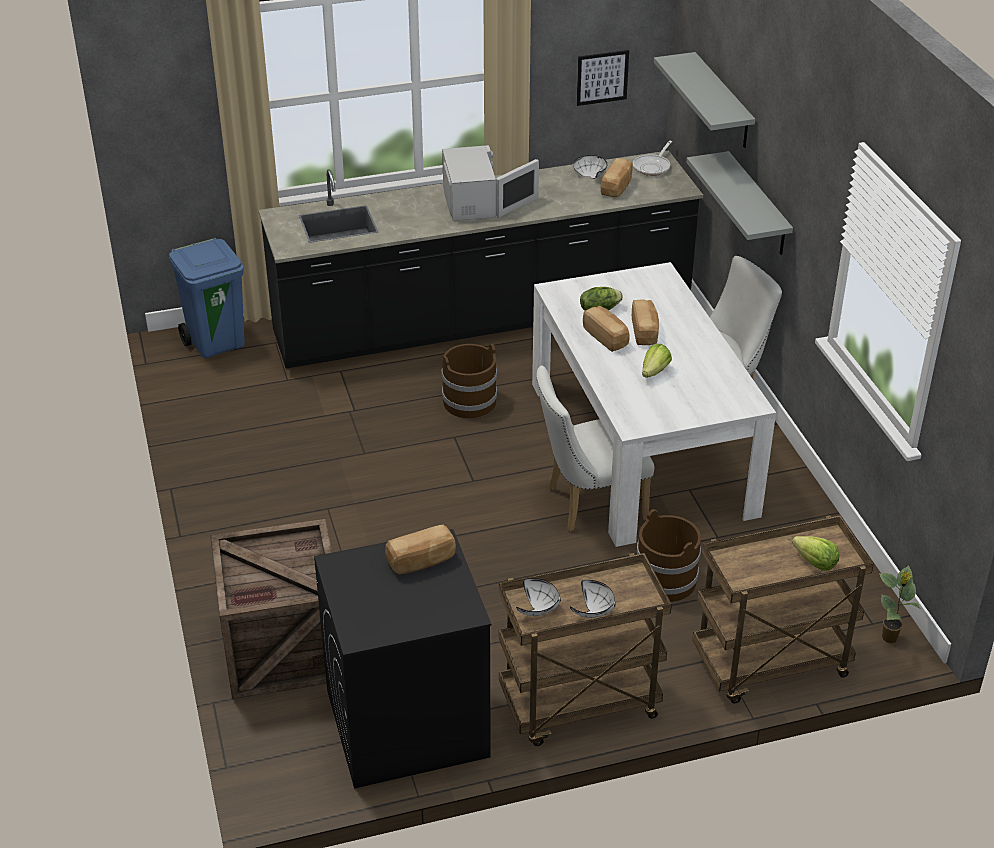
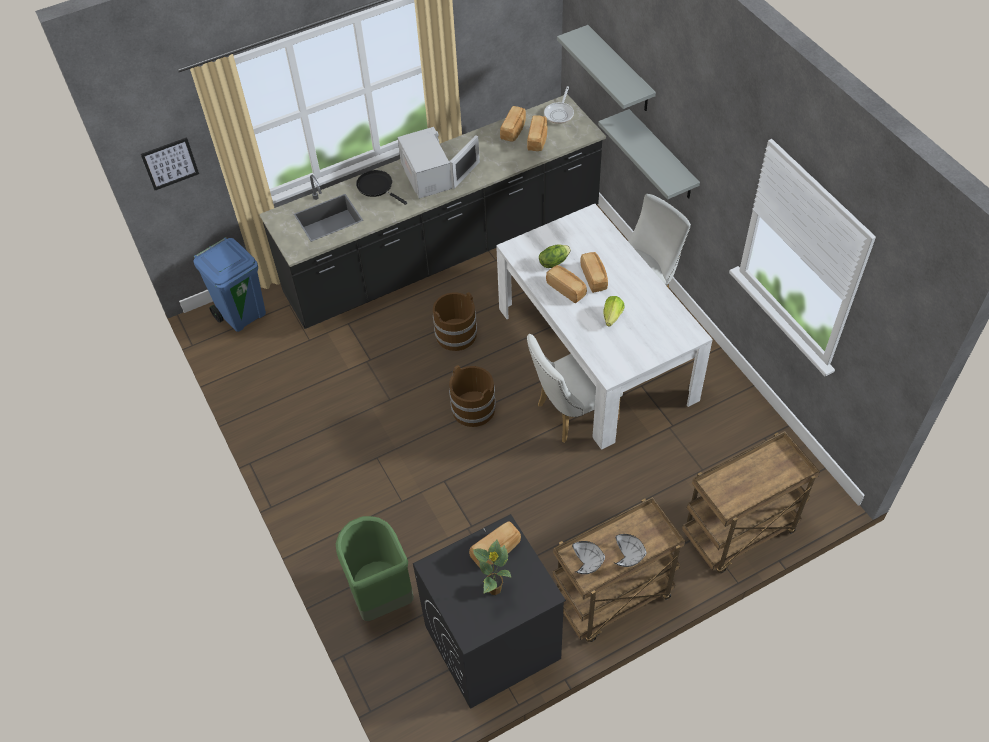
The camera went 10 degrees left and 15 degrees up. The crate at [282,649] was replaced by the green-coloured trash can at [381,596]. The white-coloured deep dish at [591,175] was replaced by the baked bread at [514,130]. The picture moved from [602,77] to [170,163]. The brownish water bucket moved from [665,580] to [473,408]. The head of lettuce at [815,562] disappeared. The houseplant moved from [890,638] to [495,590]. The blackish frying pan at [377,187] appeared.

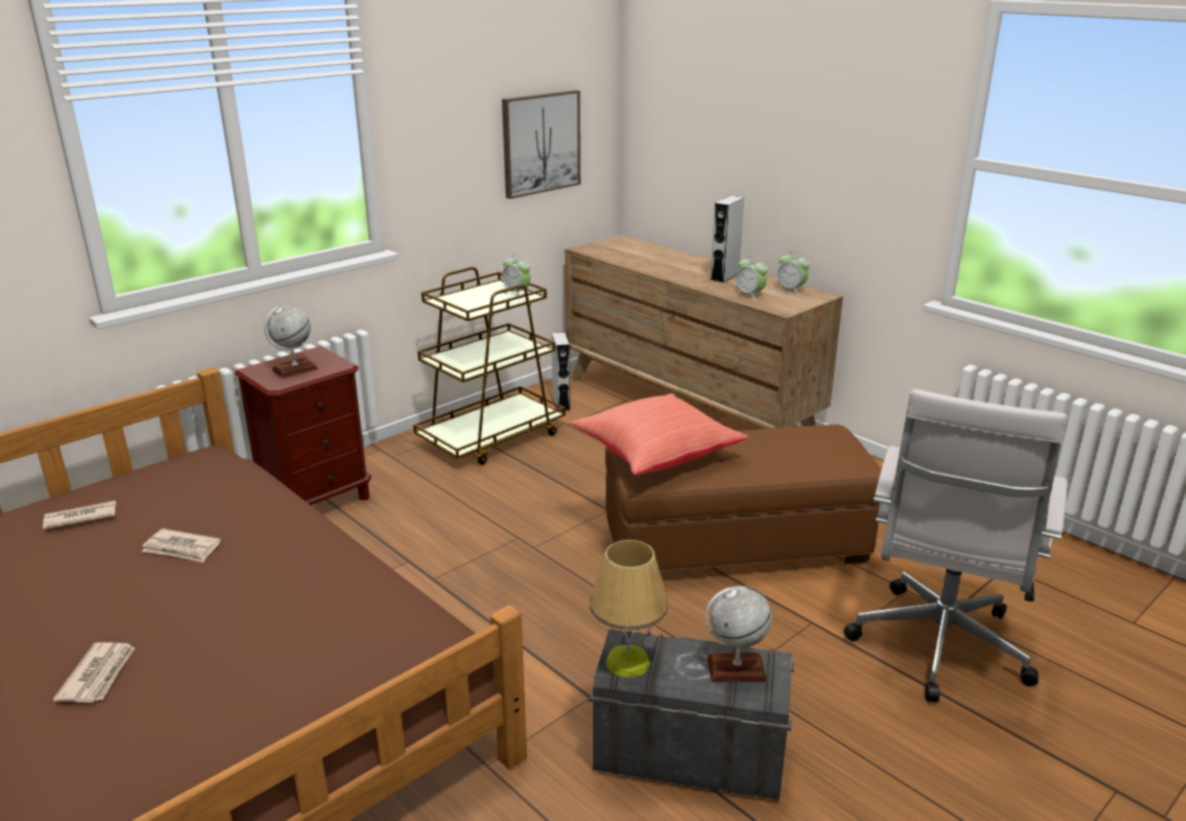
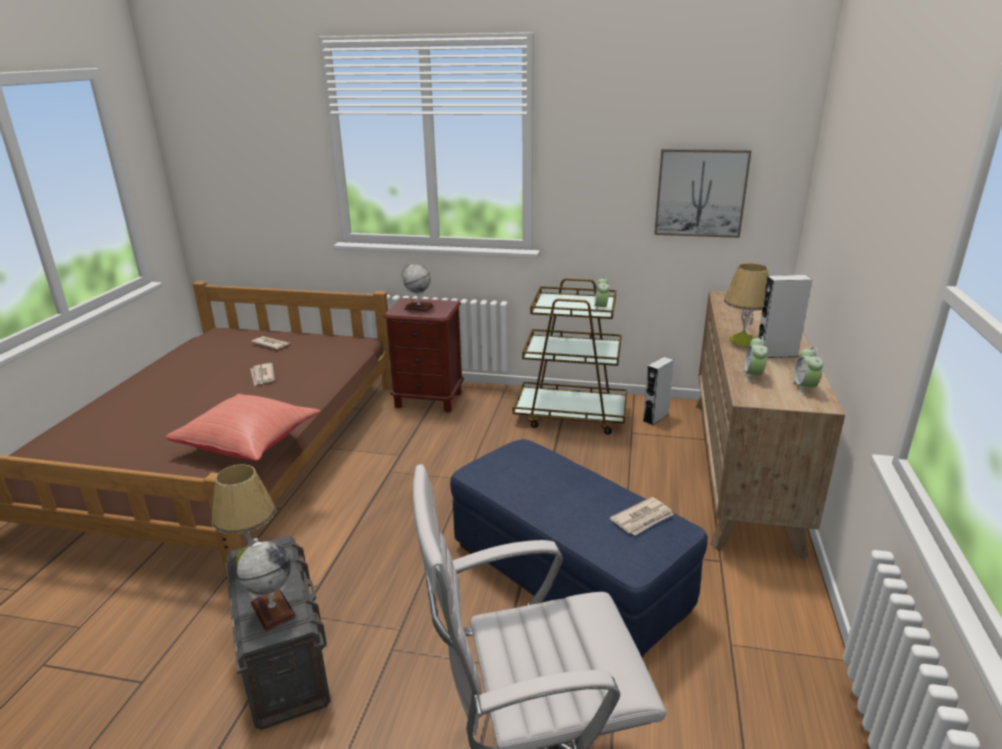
The camera went 55 degrees right and 0 degrees up. The printed paper moved from [99,675] to [643,519]. The red-coloured pillow moved from [655,455] to [250,443]. The brownish footrest at [735,543] became the blue footrest at [568,577]. The lamp for a table at [742,341] appeared.

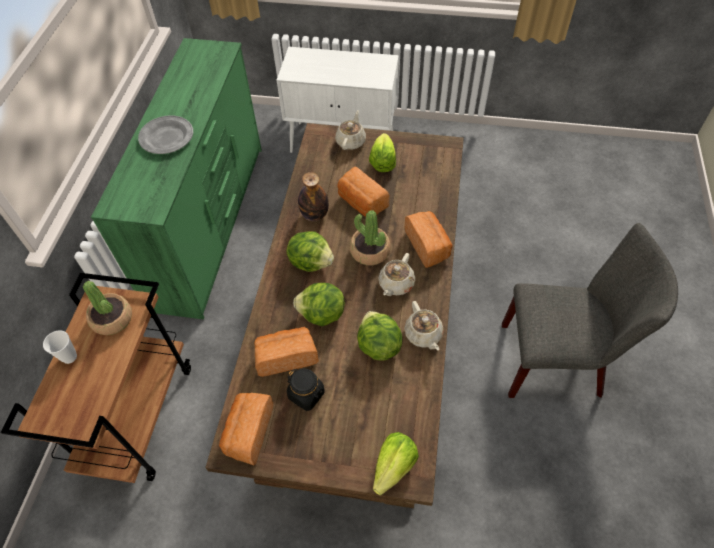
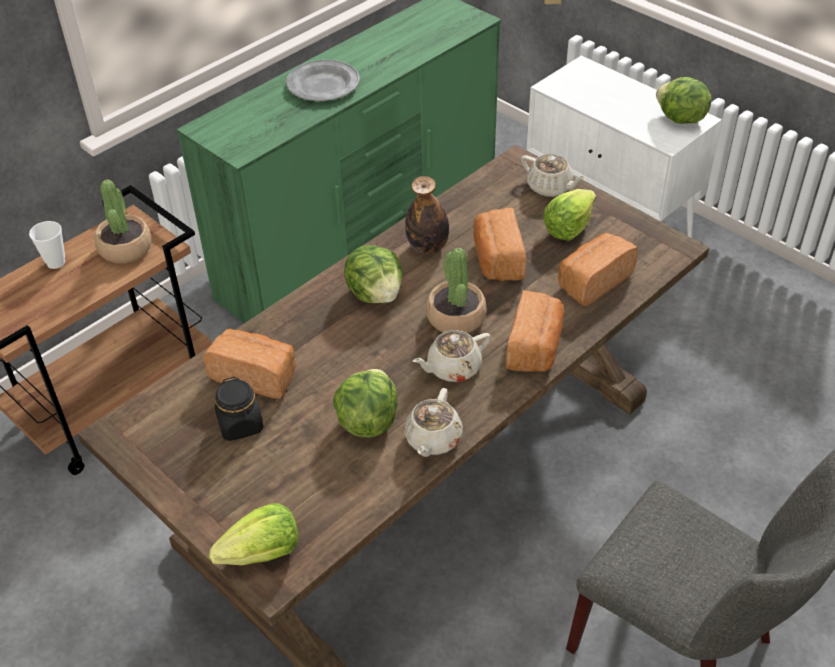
The camera went 35 degrees right and 10 degrees down. The baked bread moved from [248,432] to [592,281]. The head of lettuce moved from [322,314] to [680,119]. The beige teapot at [351,141] turned 75 degrees clockwise.

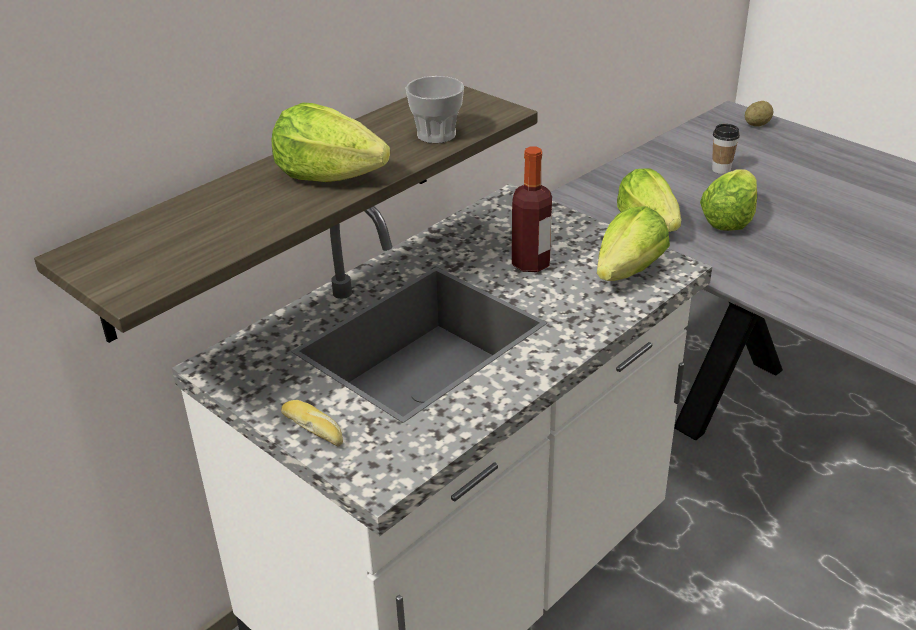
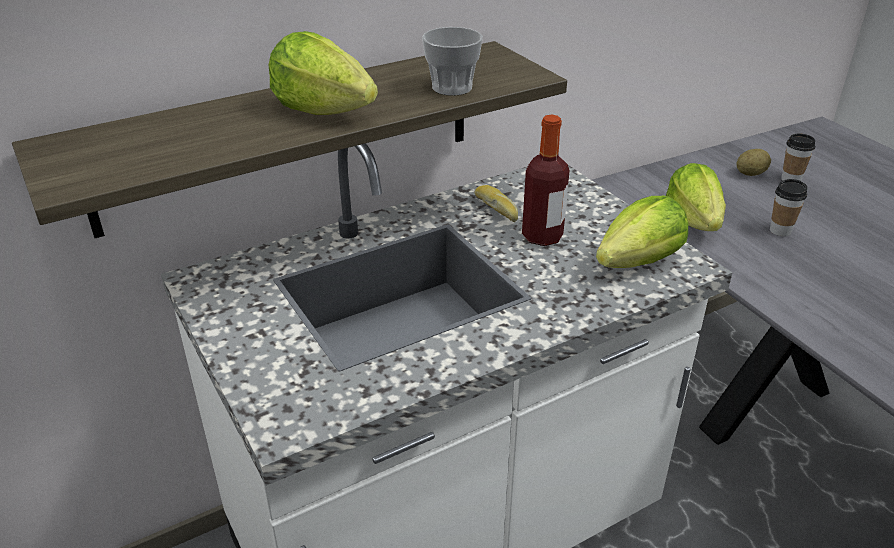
The camera went 15 degrees right and 0 degrees up. The baked bread moved from [314,429] to [497,209]. The head of lettuce at [728,220] was replaced by the drinking cup at [780,231]. The whole potato moved from [757,124] to [750,174].

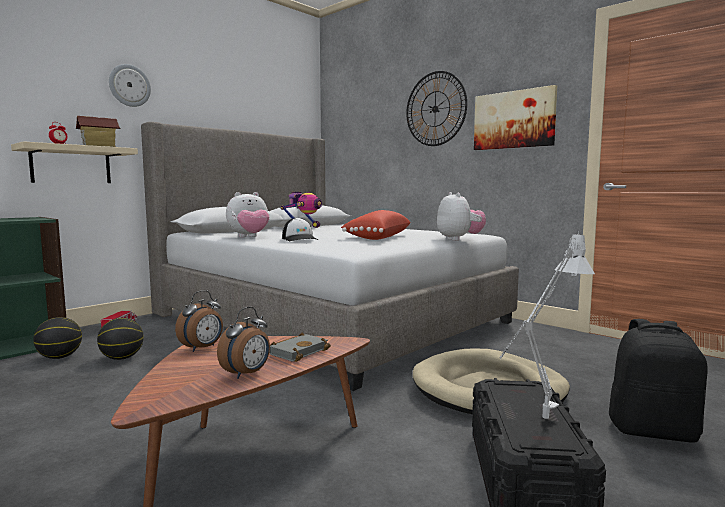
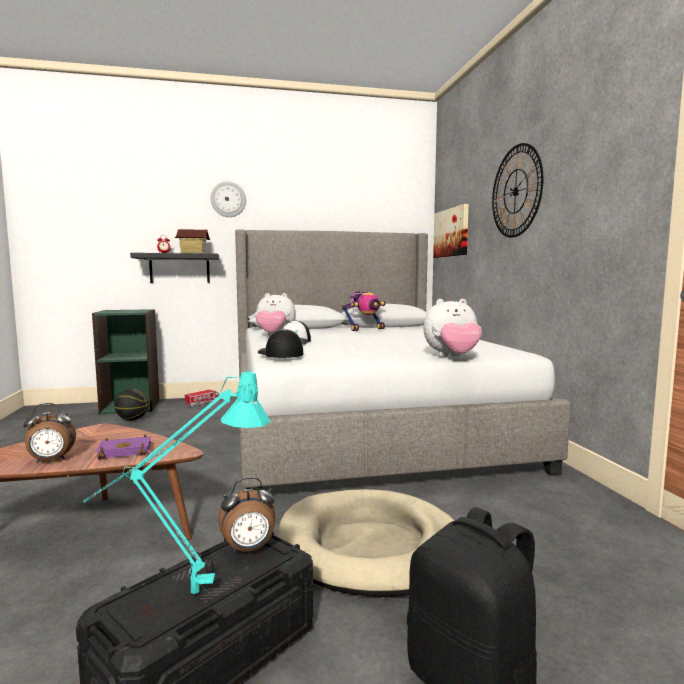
The camera went 35 degrees right and 0 degrees up. The beige bracket shelf at [71,165] became the blackish bracket shelf at [179,268]. The basketball at [122,358] disappeared. The alarm clock moved from [202,348] to [249,549]. The greyish book at [298,351] became the purple-coloured book at [126,451]. The red-coloured pillow at [377,238] disappeared. The soft toy at [459,239] turned 60 degrees clockwise. The picture moved from [514,120] to [451,232]. The greyish lamp for a table at [540,423] became the turquoise-coloured lamp for a table at [182,596]. The cap at [280,354] appeared.

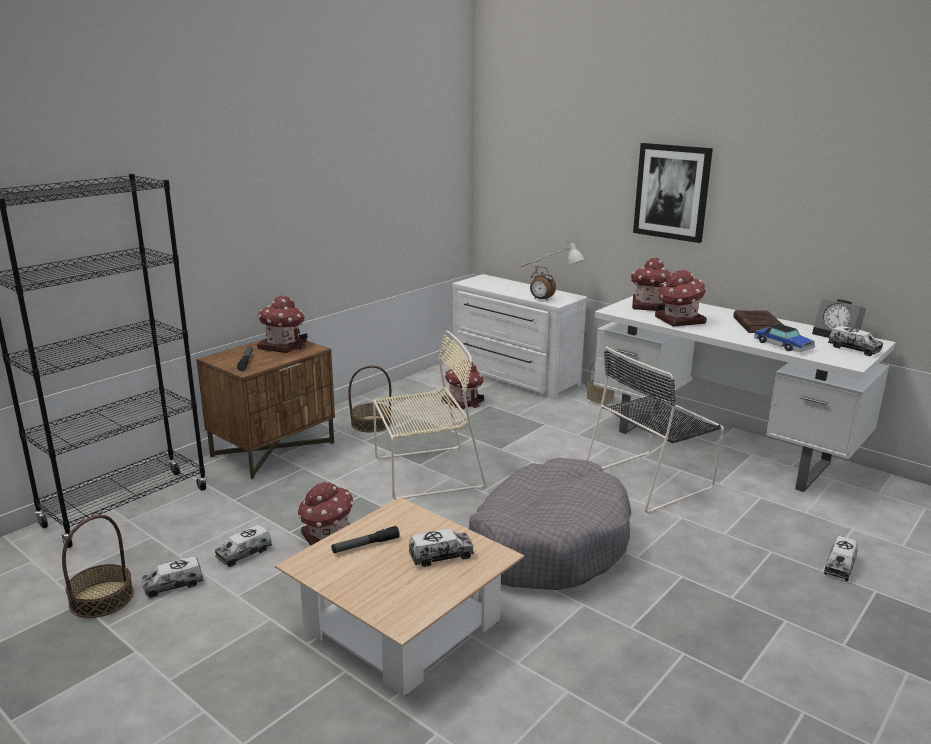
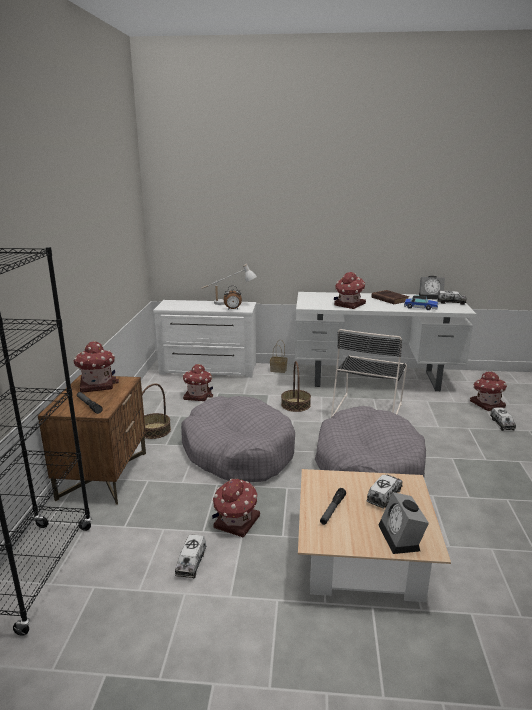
The camera went 35 degrees left and 0 degrees up. The basket moved from [101,598] to [295,405]. The toy lorry at [173,585] disappeared. The beige chair at [424,473] was replaced by the greyish dog bed at [238,452]. The toy house moved from [649,305] to [486,404]. The picture at [672,192] disappeared. The alarm clock at [401,538] appeared.

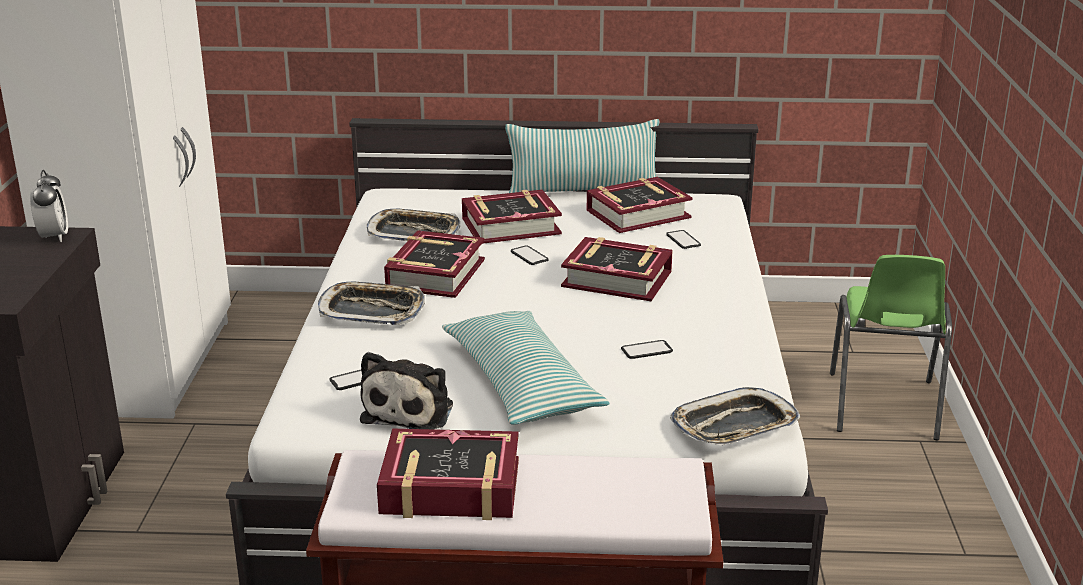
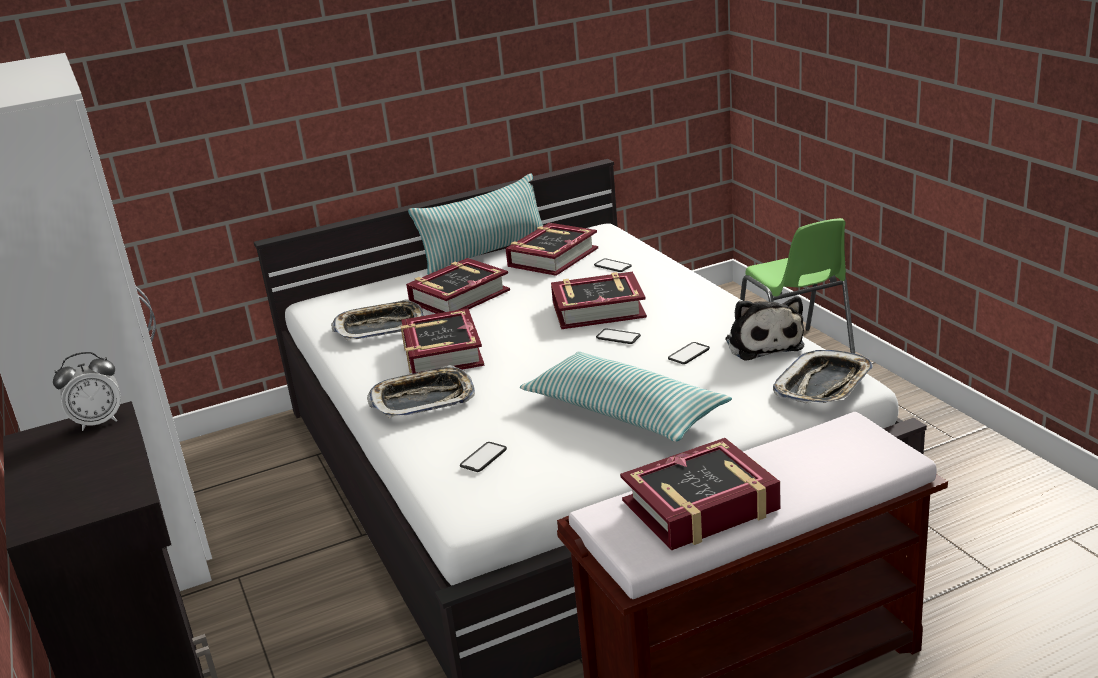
The camera went 25 degrees left and 0 degrees up. The alarm clock at [54,237] turned 105 degrees clockwise. The soft toy moved from [411,410] to [763,343]. The handset moved from [529,256] to [618,337].

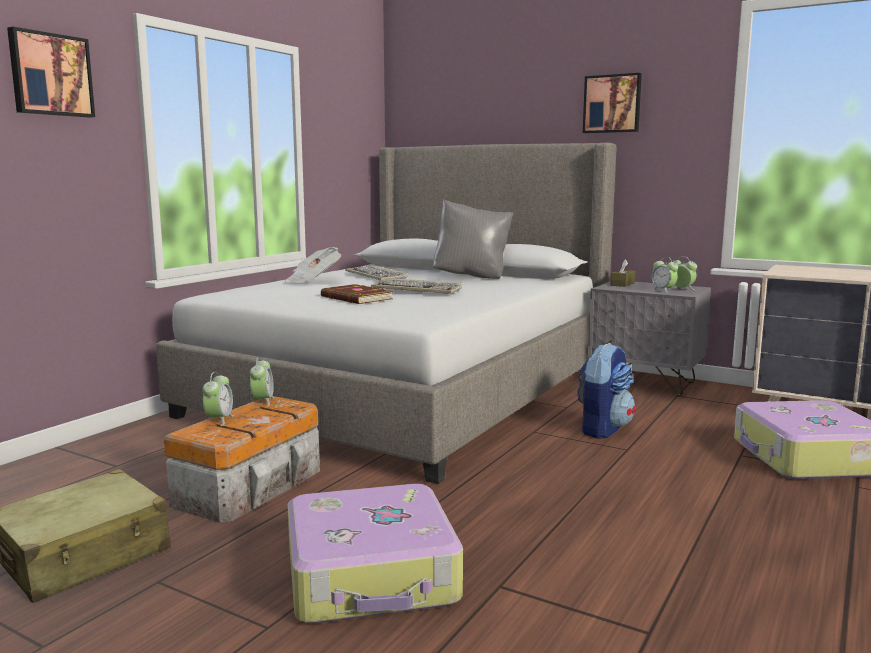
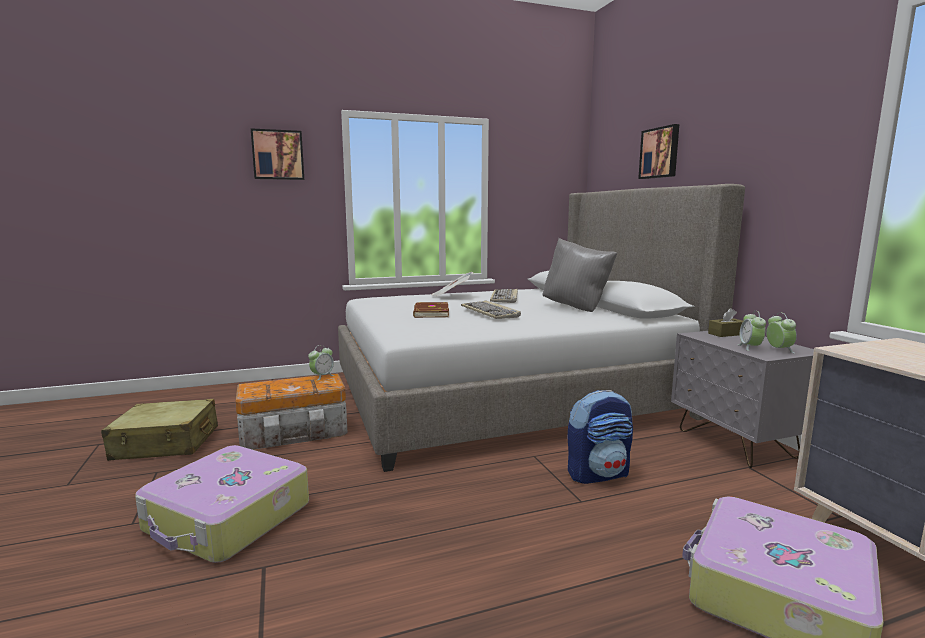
The camera went 40 degrees right and 0 degrees up. The alarm clock at [219,420] disappeared. The picture moved from [612,104] to [660,153].

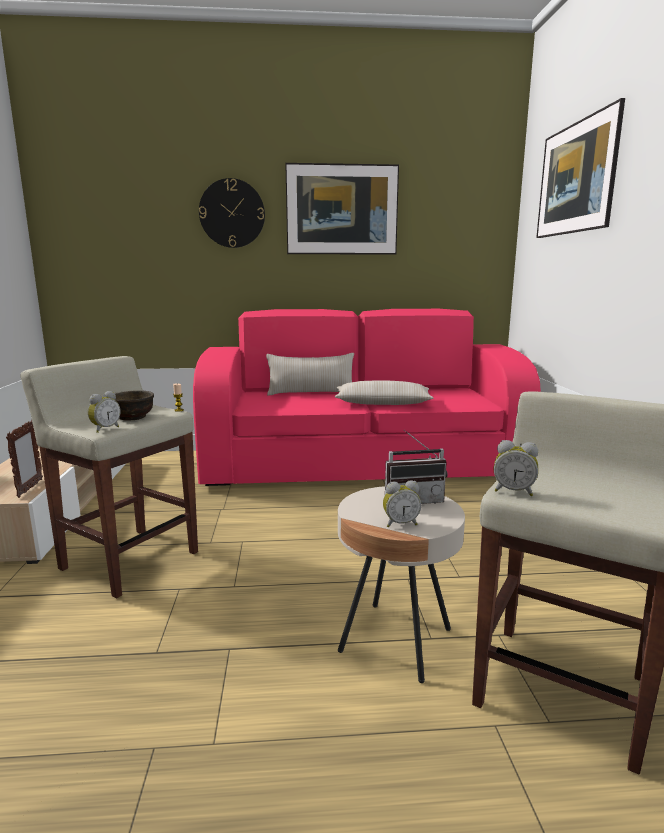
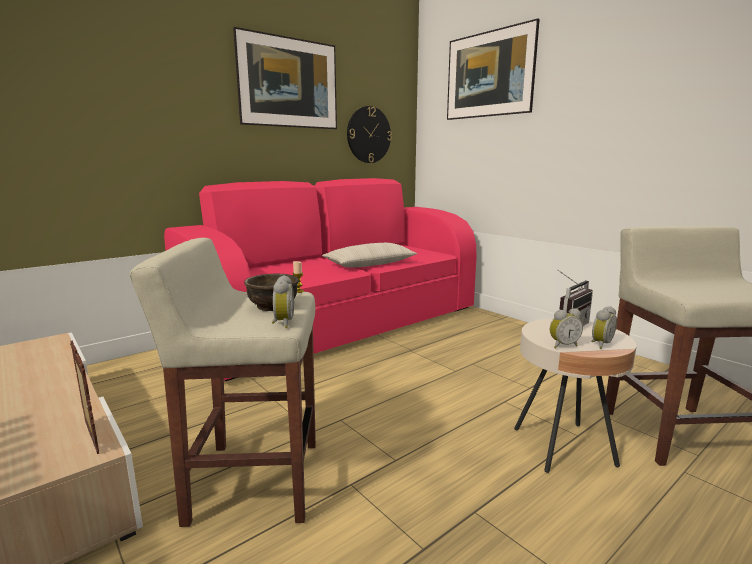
The camera went 35 degrees left and 0 degrees up. The clock on the wall moved from [232,213] to [368,135]. The beige pillow at [311,393] disappeared. The alarm clock moved from [513,491] to [562,345].

